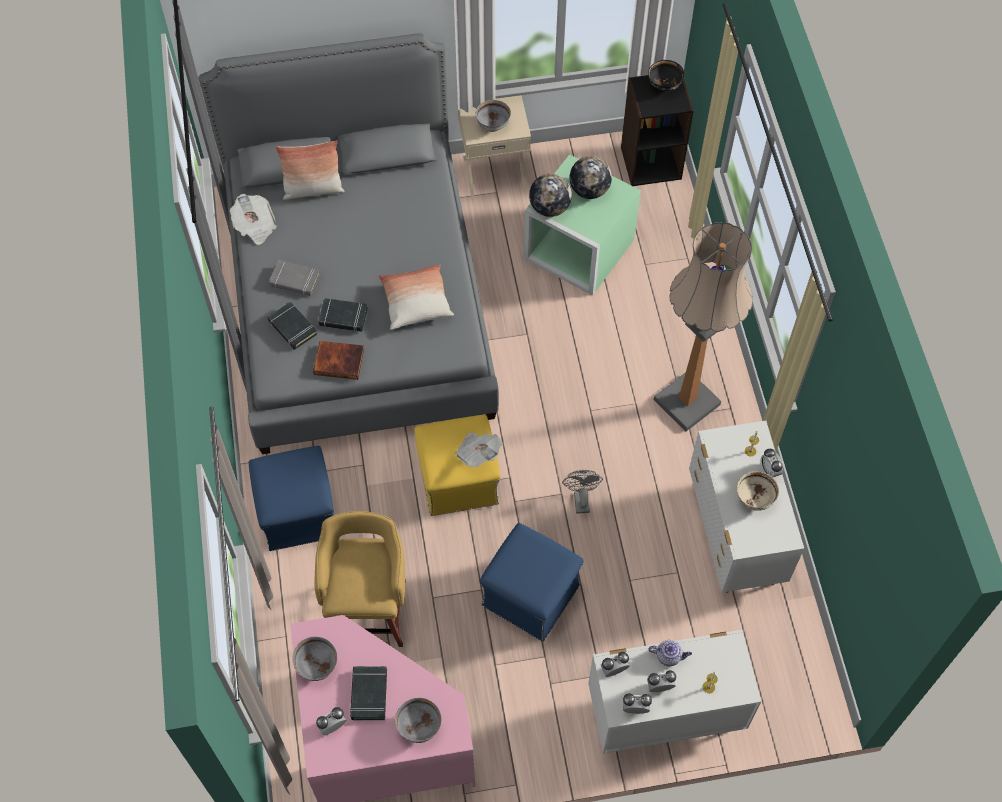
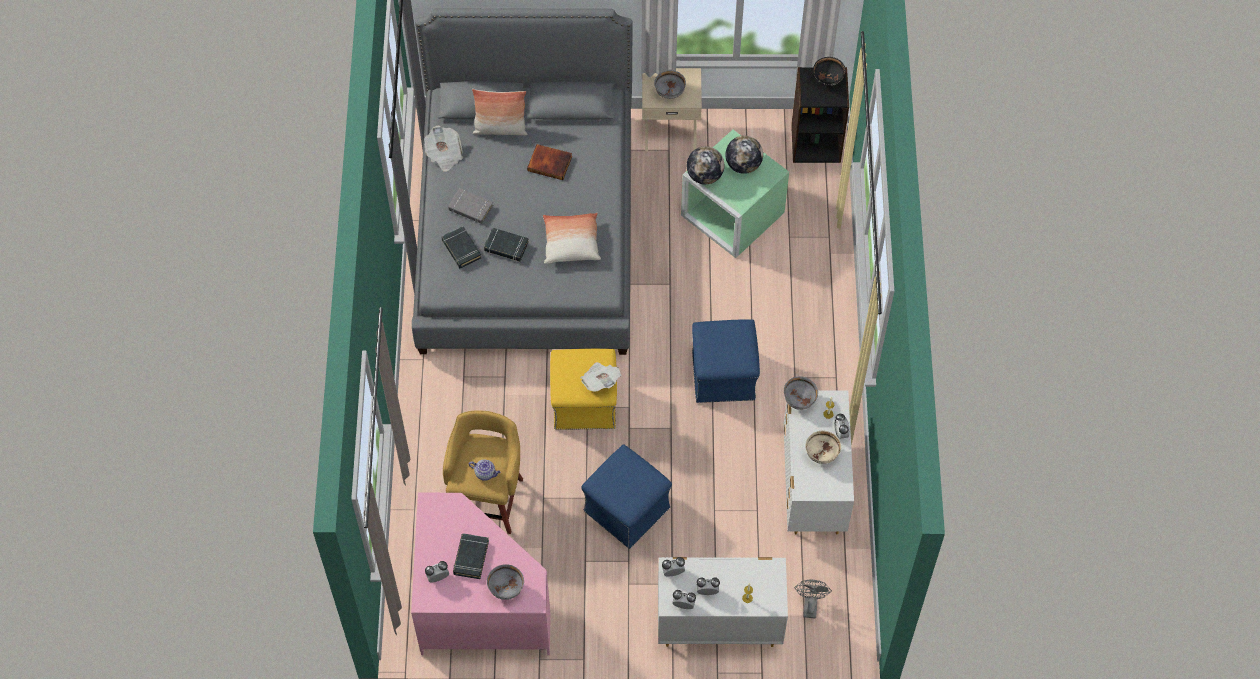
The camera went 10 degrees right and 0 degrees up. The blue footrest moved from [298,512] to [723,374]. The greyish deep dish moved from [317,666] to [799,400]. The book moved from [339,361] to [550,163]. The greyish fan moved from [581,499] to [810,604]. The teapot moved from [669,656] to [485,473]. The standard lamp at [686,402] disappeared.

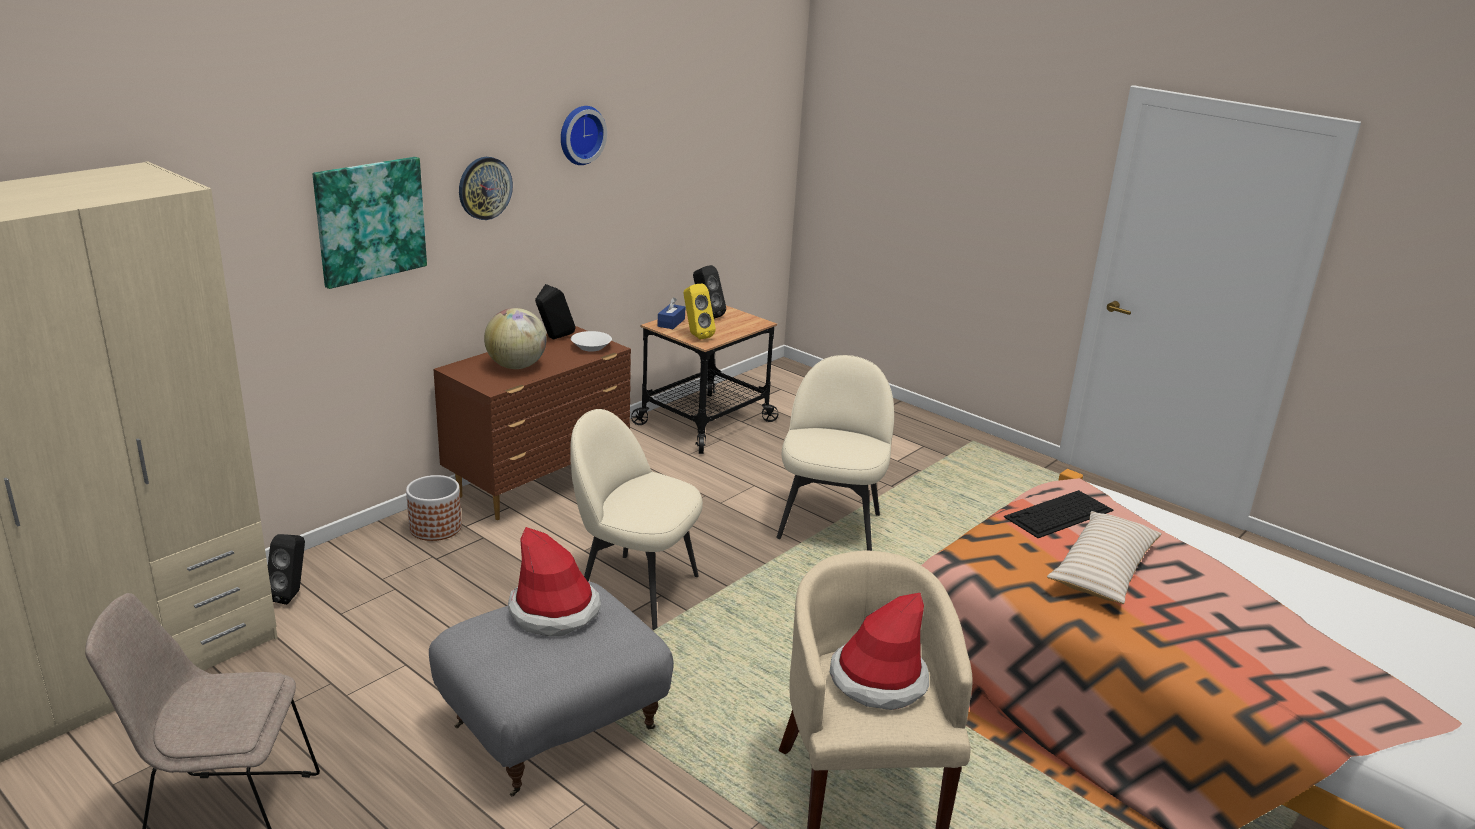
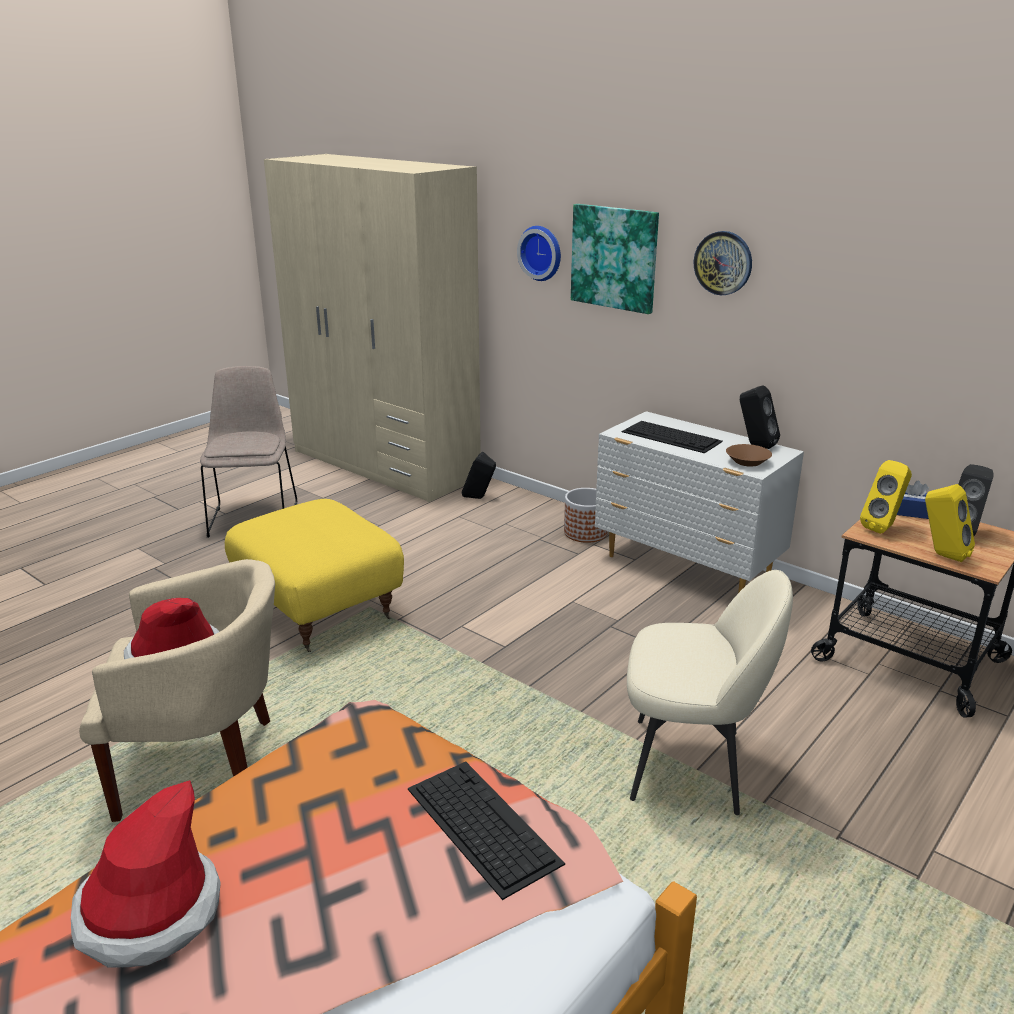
The camera went 90 degrees right and 0 degrees up. The greyish footrest at [553,726] became the yellowish footrest at [321,608]. The brownish chest of drawers at [540,483] became the white-coloured chest of drawers at [688,569]. The desk globe at [516,366] was replaced by the PC keyboard at [672,437]. The hat moved from [554,611] to [149,911]. The clock on the wall moved from [579,134] to [542,252]. The beige chair at [635,589] disappeared. The white-coloured deep dish at [591,347] became the brownish deep dish at [747,462]. The beige pillow at [1102,570] disappeared. The yellowish loudspeaker at [941,555] appeared.

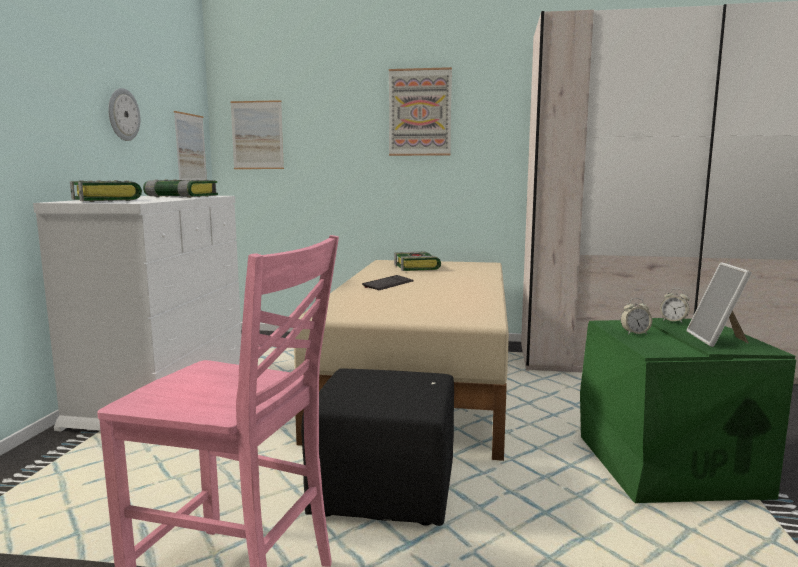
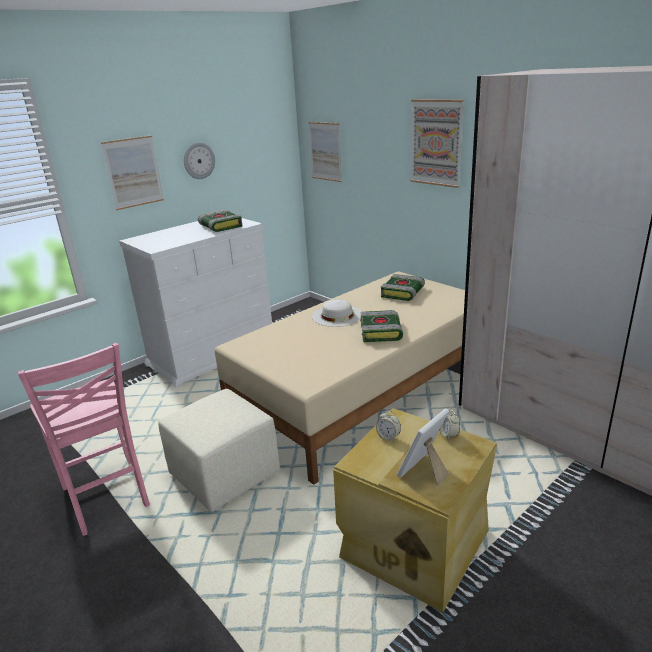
The camera went 40 degrees right and 15 degrees up. The book moved from [107,200] to [381,332]. The picture moved from [190,149] to [133,172]. The blackish footrest at [386,491] became the beige footrest at [226,475]. The PC keyboard at [388,284] was replaced by the white-coloured hat at [337,315]. The green-coloured storage box at [667,467] became the beige storage box at [412,544].

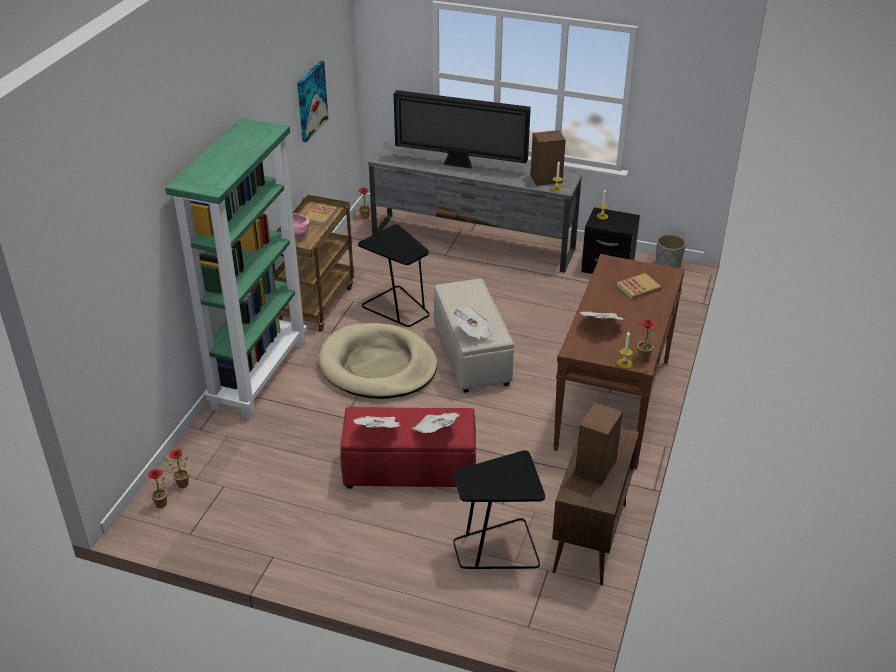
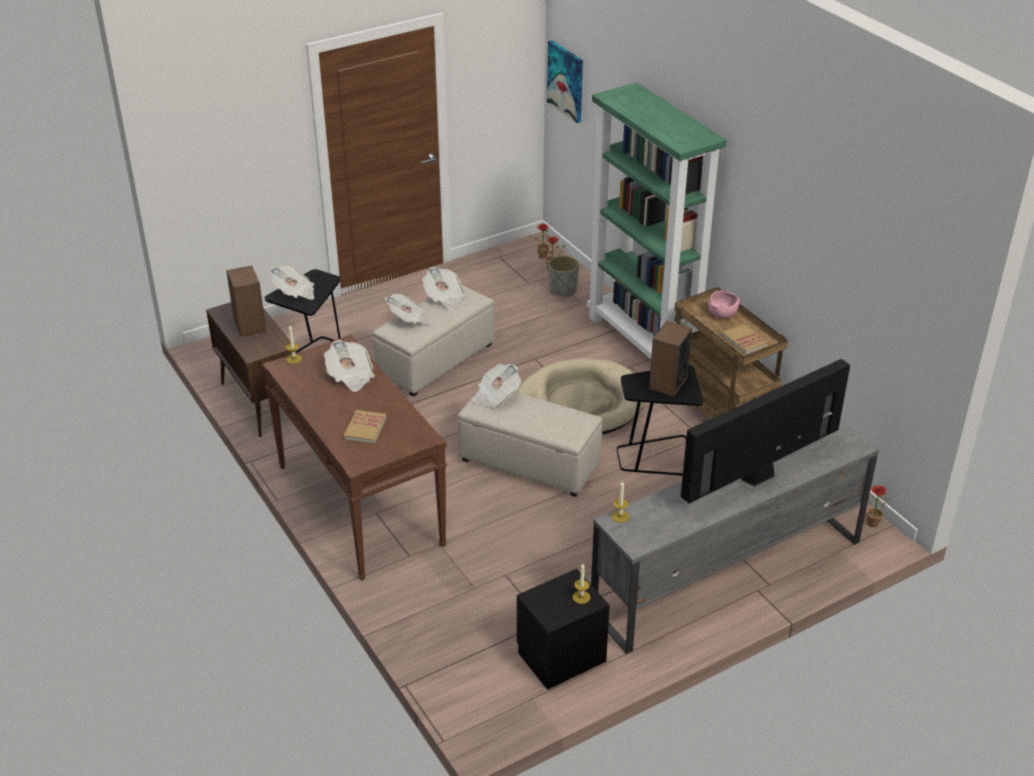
The camera went 130 degrees right and 0 degrees up. The picture moved from [311,101] to [566,81]. The red-coloured footrest at [408,470] became the beige footrest at [436,360]. The loudspeaker moved from [546,179] to [668,383]. The houseplant at [645,359] disappeared. The greyish flower pot moved from [667,265] to [563,290]. The printed paper at [295,293] appeared.

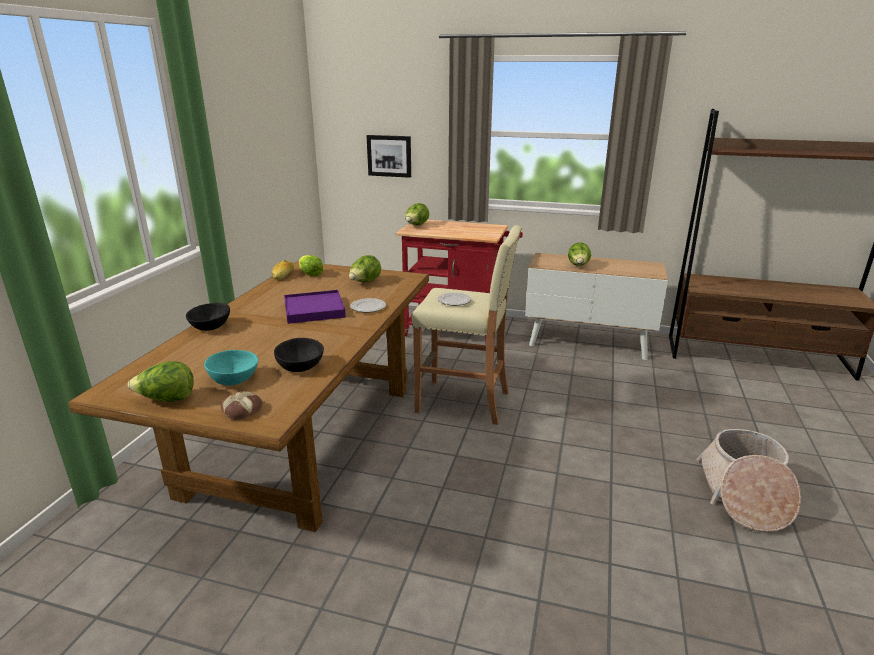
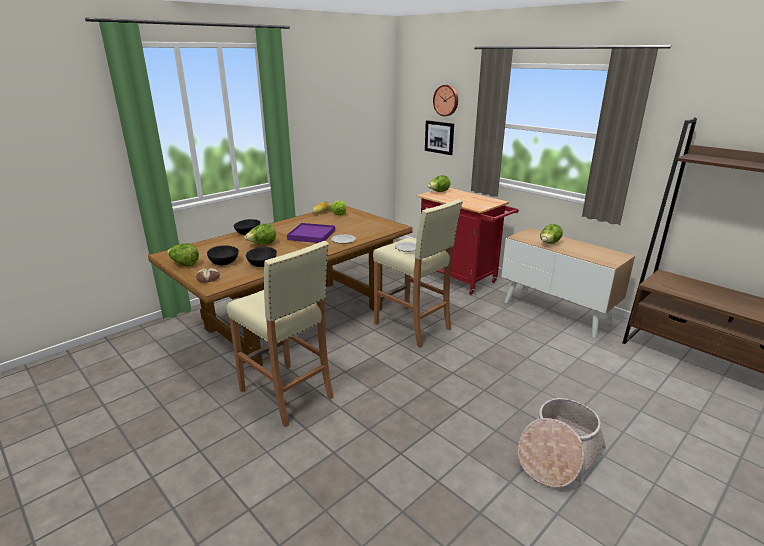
The camera went 30 degrees right and 0 degrees up. The turquoise-coloured deep dish at [233,379] became the blackish deep dish at [223,262]. The head of lettuce moved from [365,282] to [262,244]. The beige stool seat at [287,394] appeared. The clock on the wall at [446,100] appeared.

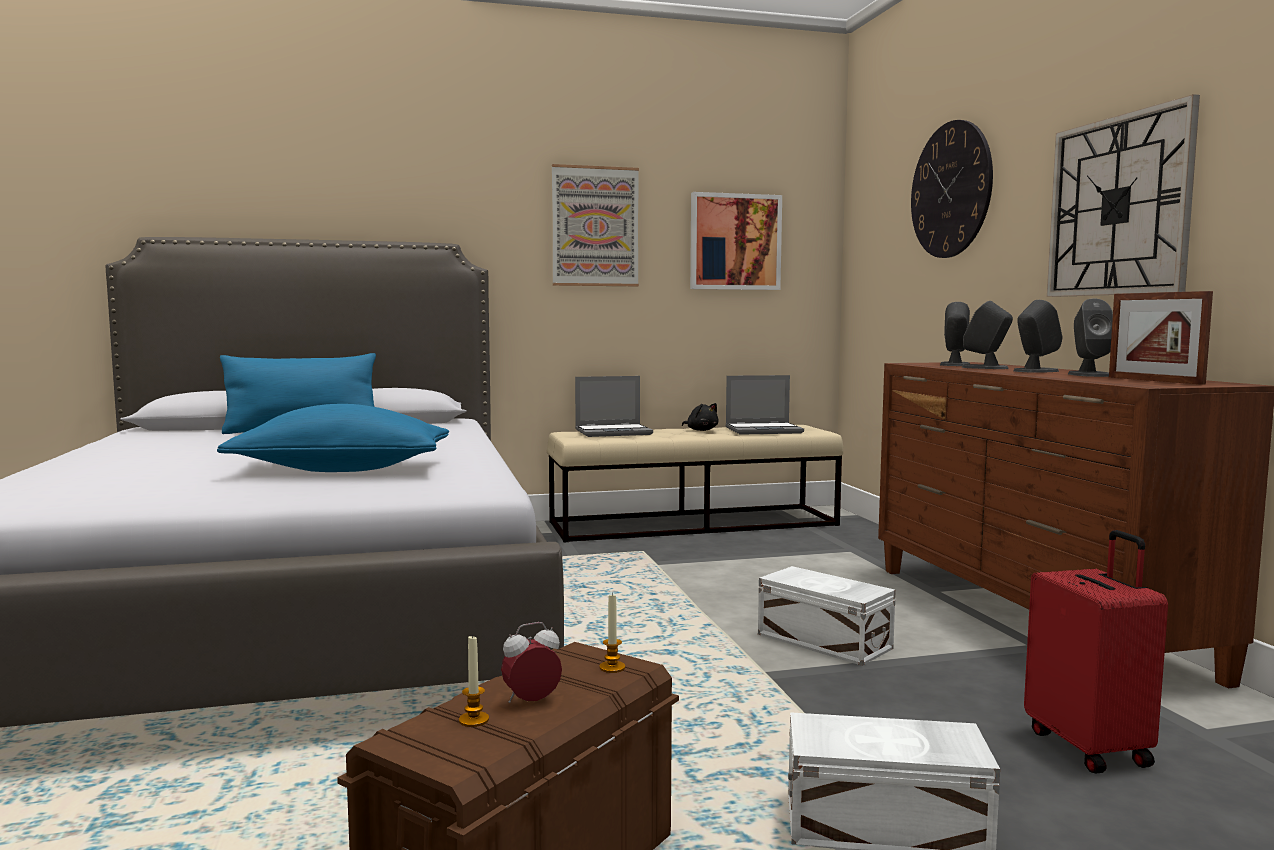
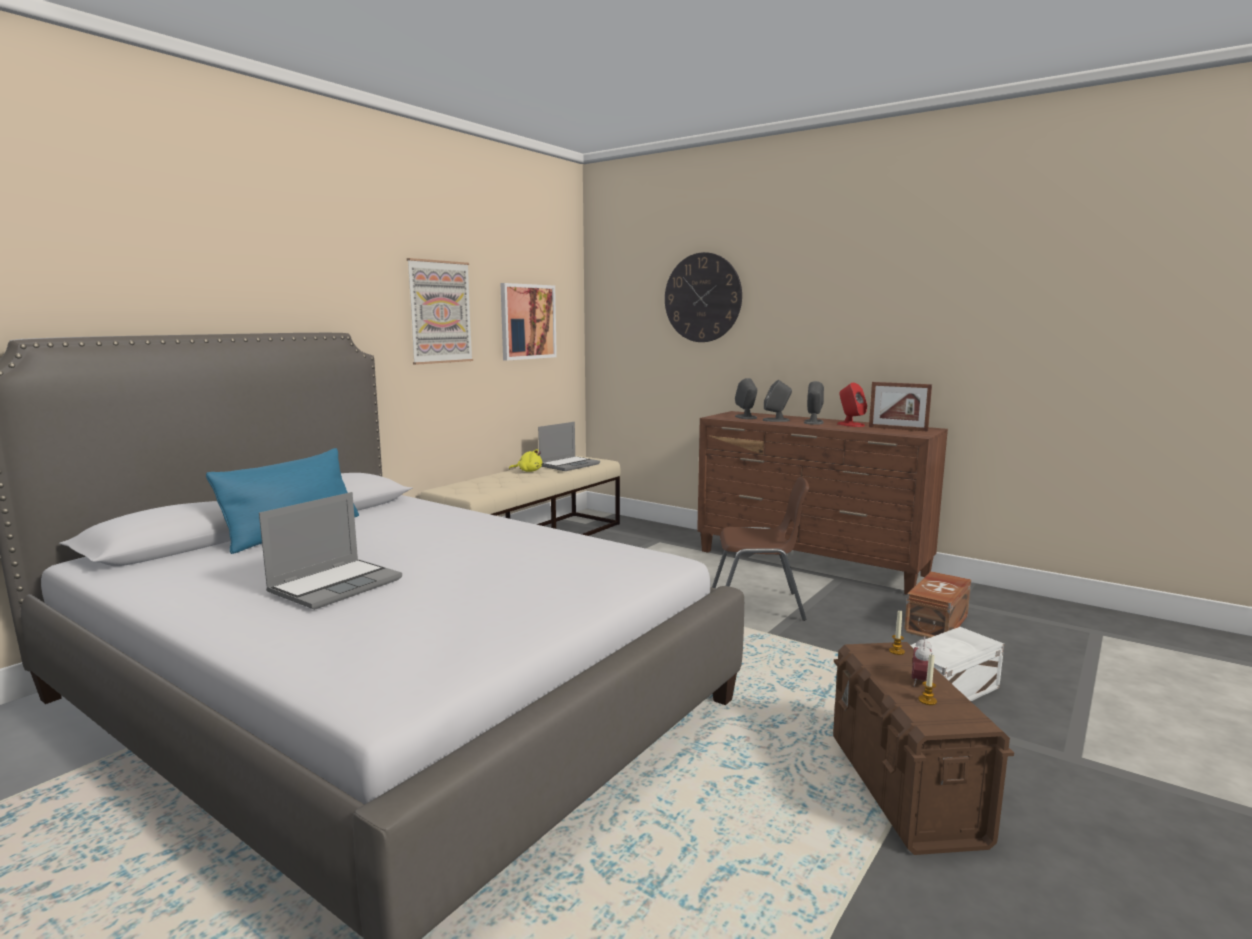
The camera went 40 degrees left and 5 degrees up. The blue pillow at [342,470] disappeared. The portable computer moved from [614,432] to [336,585]. The blackish soft toy at [701,430] became the yellowish soft toy at [528,471]. The white-coloured storage box at [824,642] was replaced by the brownish chair at [758,606]. The red-coloured travel case at [1090,747] was replaced by the brownish storage box at [938,623]. The clock on the wall at [1118,206] disappeared. The greyish loudspeaker at [1089,375] became the red-coloured loudspeaker at [850,424].

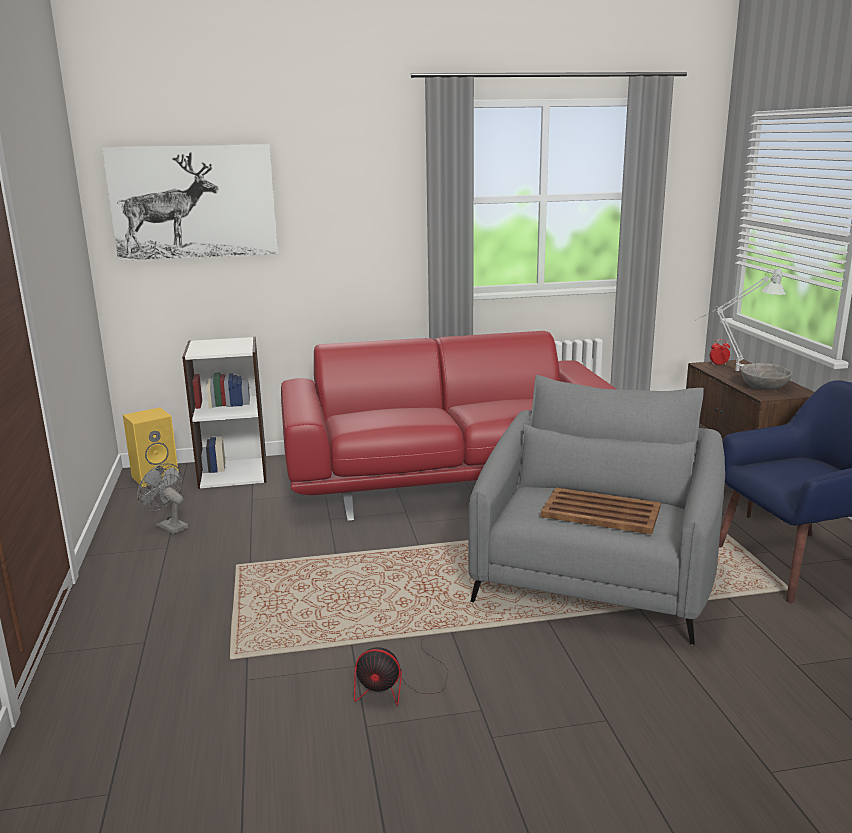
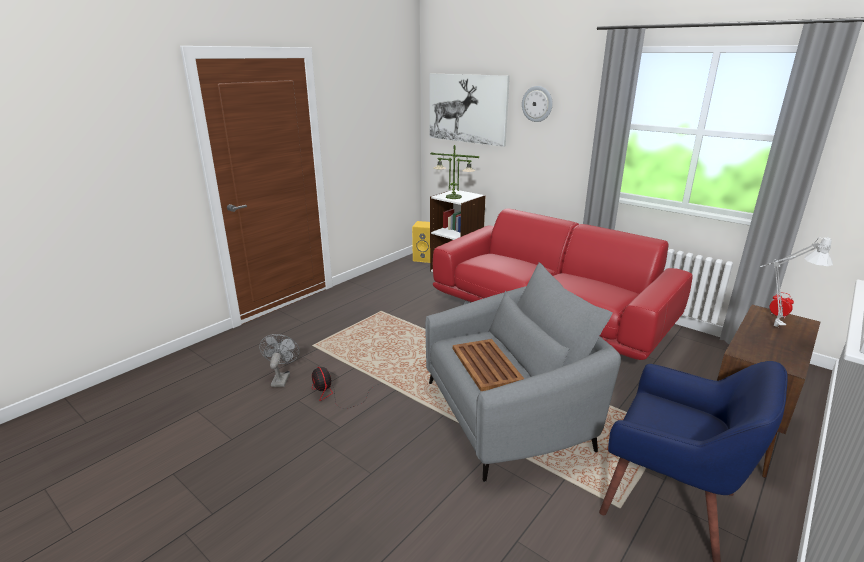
The camera went 50 degrees right and 5 degrees up. The greyish fan moved from [168,526] to [281,378]. The greyish deep dish at [764,387] disappeared. The lamp for a table at [453,197] appeared. The clock on the wall at [537,104] appeared.

